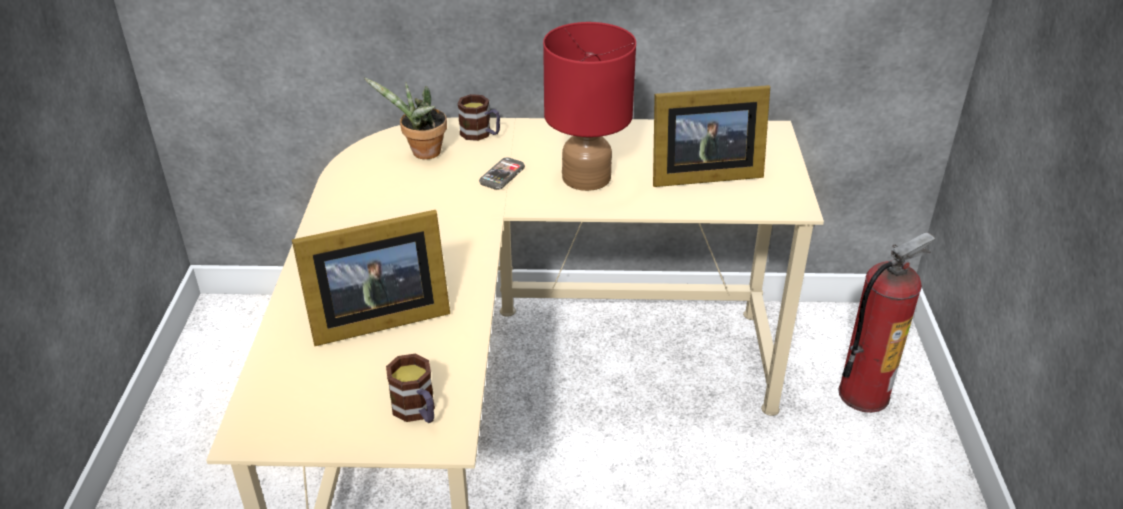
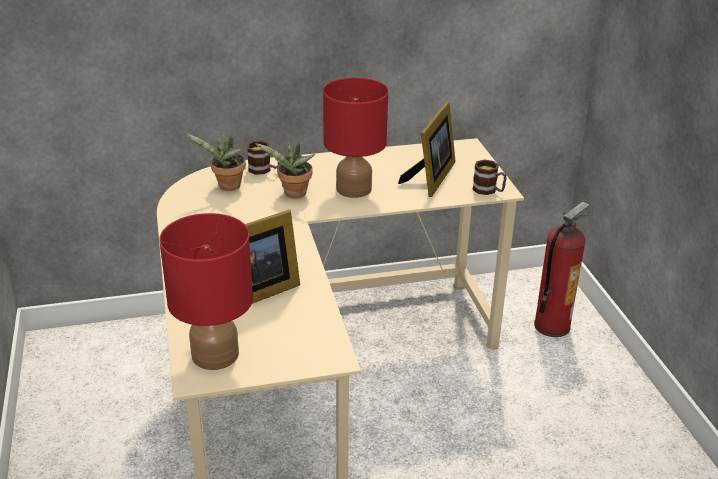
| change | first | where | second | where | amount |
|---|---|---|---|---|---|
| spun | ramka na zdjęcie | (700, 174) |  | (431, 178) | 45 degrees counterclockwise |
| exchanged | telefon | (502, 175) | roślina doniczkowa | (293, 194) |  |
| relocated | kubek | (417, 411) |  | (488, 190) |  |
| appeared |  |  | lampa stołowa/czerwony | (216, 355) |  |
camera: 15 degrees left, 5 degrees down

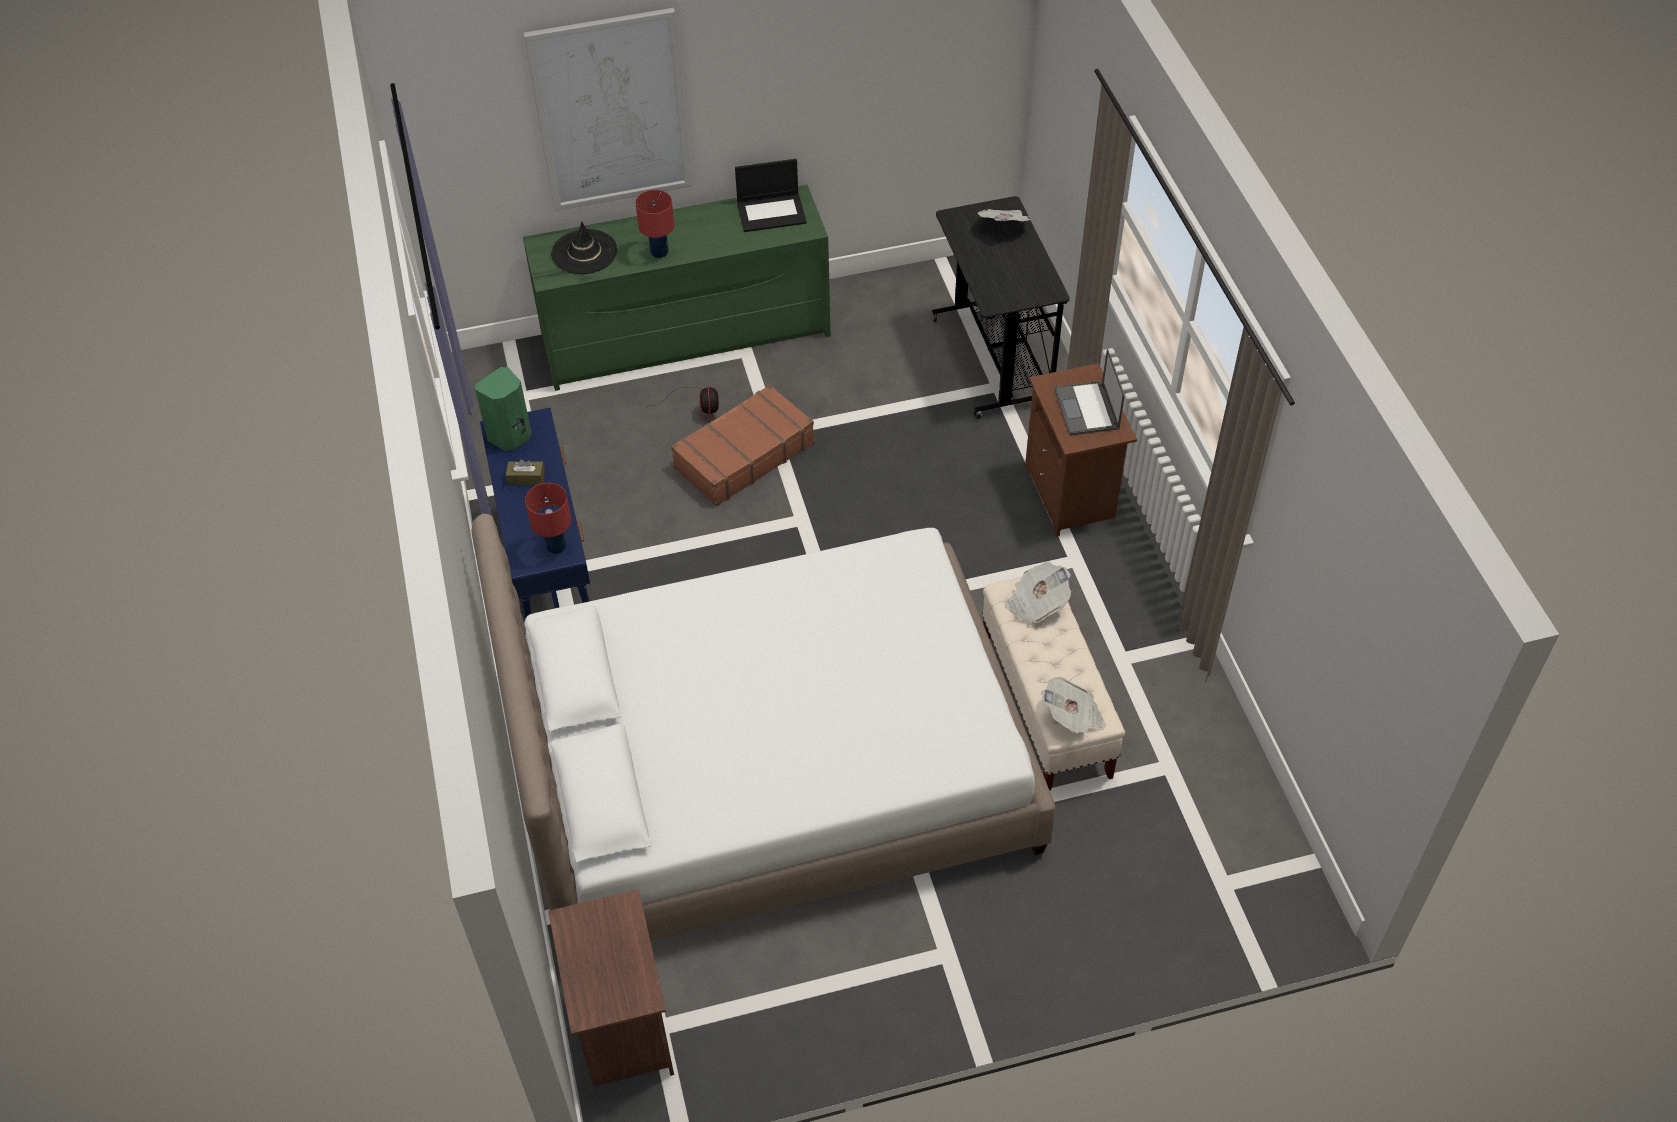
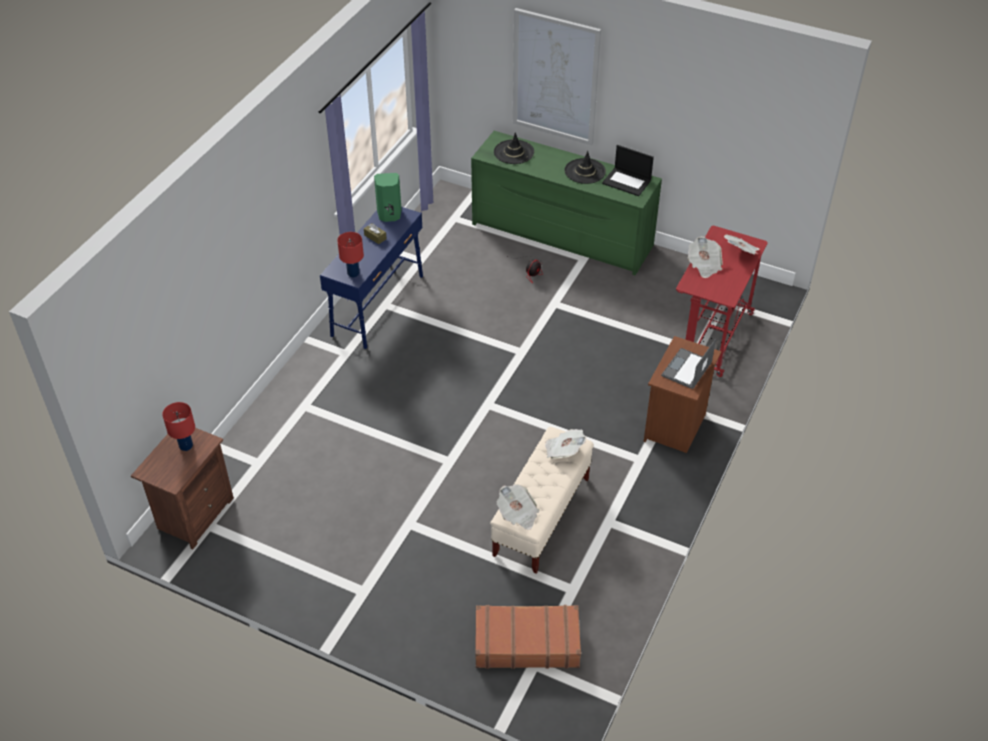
| change | first | where | second | where | amount |
|---|---|---|---|---|---|
| relocated | lampa stołowa/czerwony | (660, 252) |  | (187, 446) |  |
| colour | biurko/czarny | (994, 360) | biurko/czerwony | (710, 336) |  |
| relocated | walizka/brązowy | (743, 455) |  | (526, 643) |  |
| missing | łóżko/biały | (771, 770) |  |  |  |
| appeared |  |  | kapelusz/czarny | (585, 171) |  |
| appeared |  |  | gazeta | (704, 265) |  |
camera: 40 degrees right, 5 degrees down

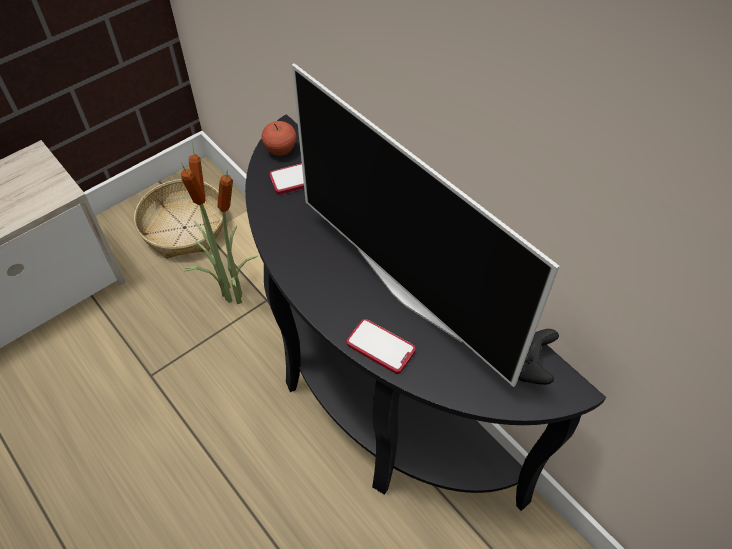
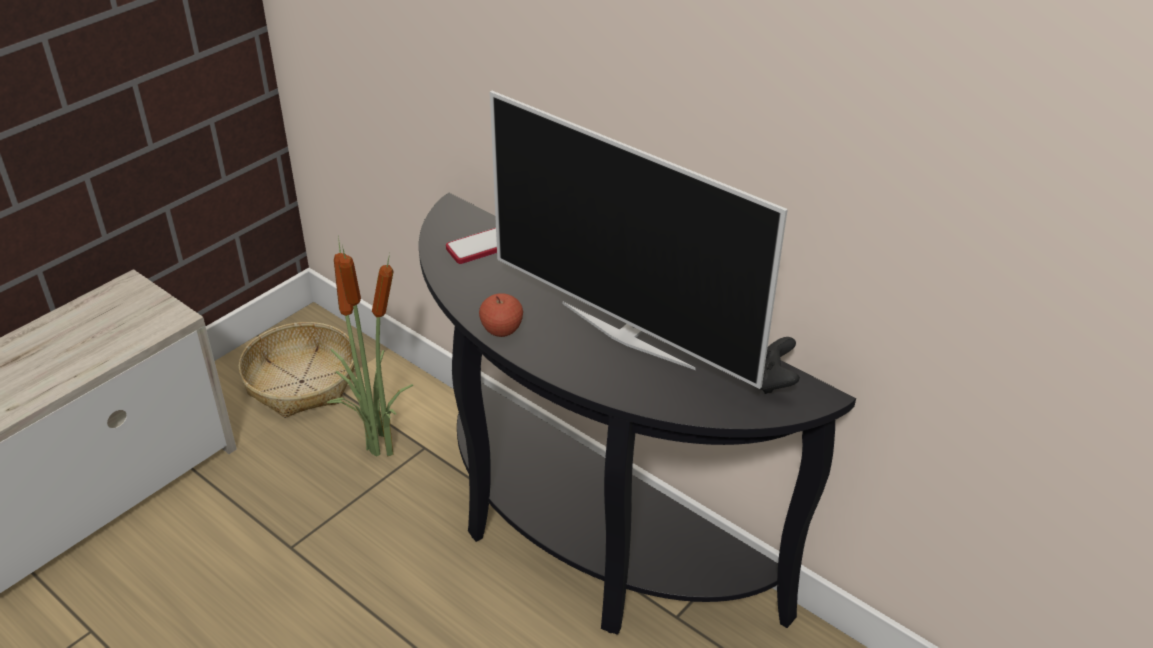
| change | first | where | second | where | amount |
|---|---|---|---|---|---|
| relocated | jabłko | (280, 150) |  | (501, 330) |  |
| missing | telefon | (380, 347) |  |  |  |
camera: 10 degrees left, 15 degrees down

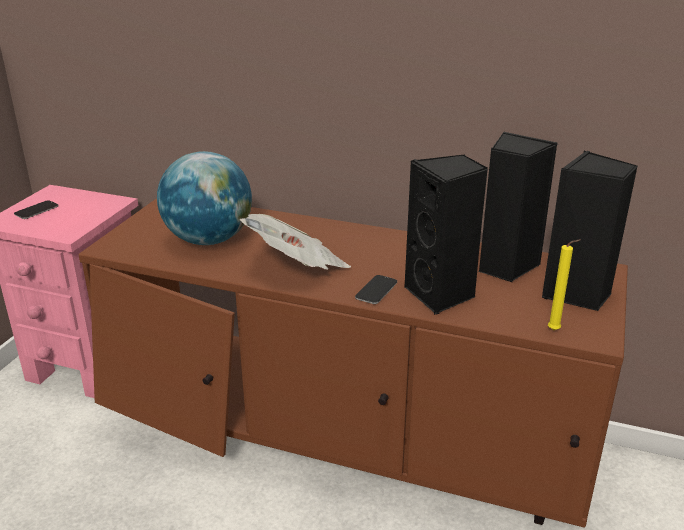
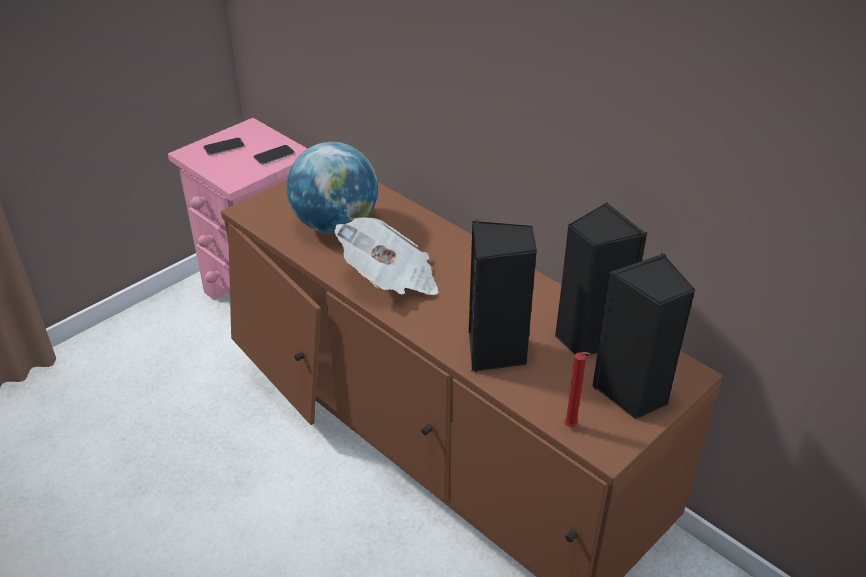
| change | first | where | second | where | amount |
|---|---|---|---|---|---|
| colour | świeca/żółty | (555, 330) | świeca/czerwony | (572, 427) |  |
| relocated | telefon | (376, 290) |  | (274, 155) |  |
camera: 25 degrees right, 10 degrees up

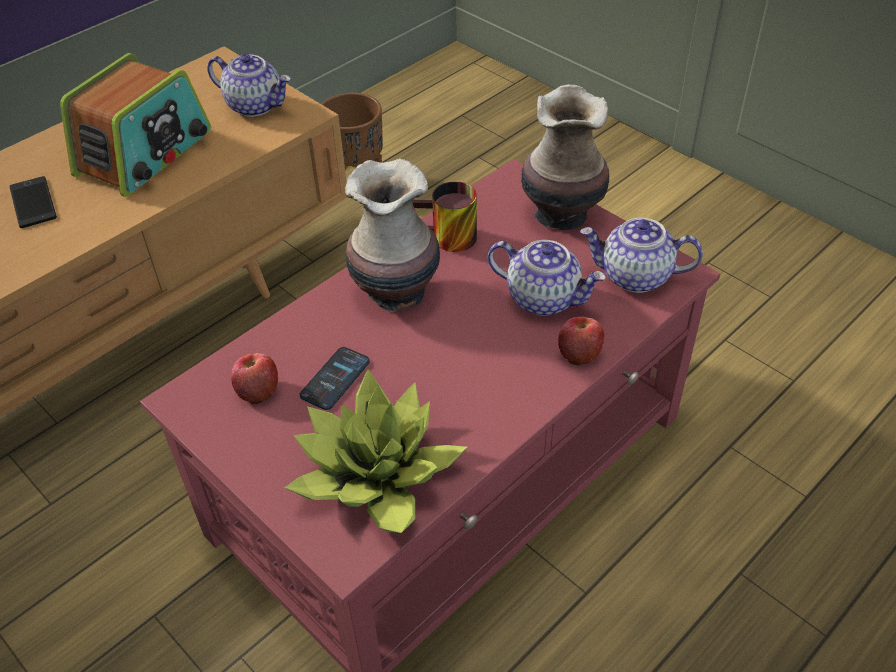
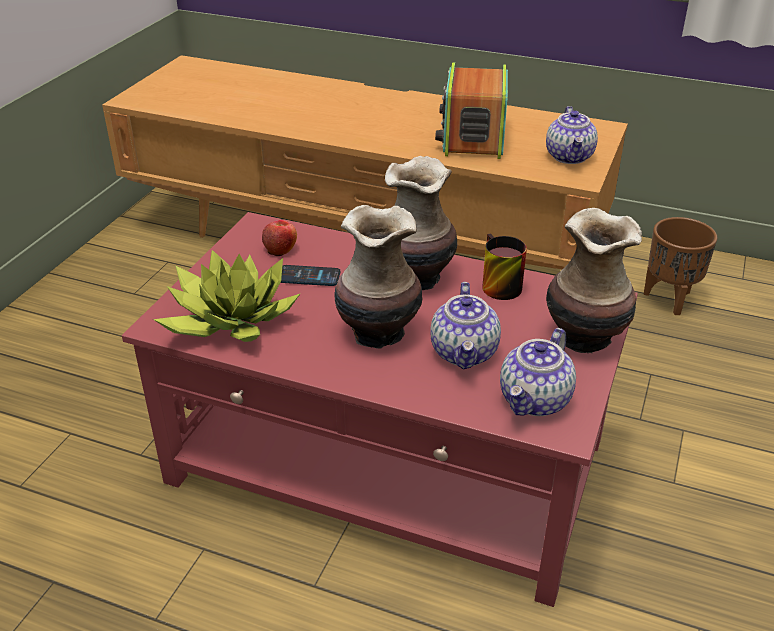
| change | first | where | second | where | amount |
|---|---|---|---|---|---|
| spun | radio | (145, 153) |  | (472, 136) | 90 degrees clockwise |
| missing | telefon | (33, 203) |  |  |  |
| spun | imbryk | (634, 277) |  | (535, 400) | 135 degrees counterclockwise |
| missing | jabłko | (579, 352) |  |  |  |
| appeared |  |  | wazon | (377, 332) |  |
camera: 65 degrees right, 10 degrees down

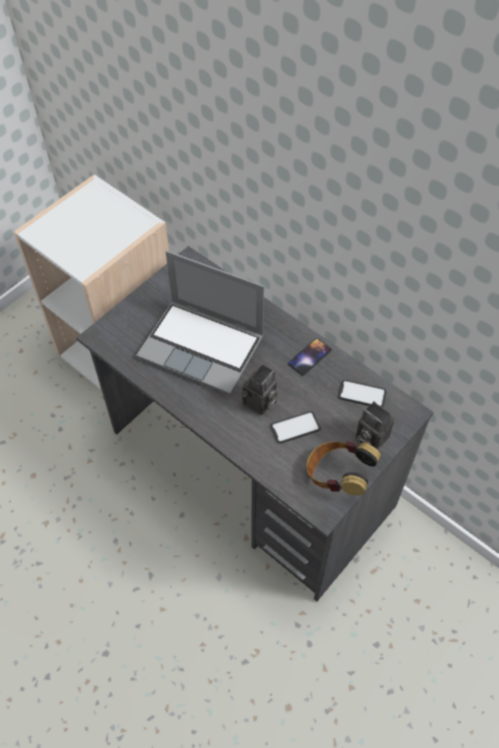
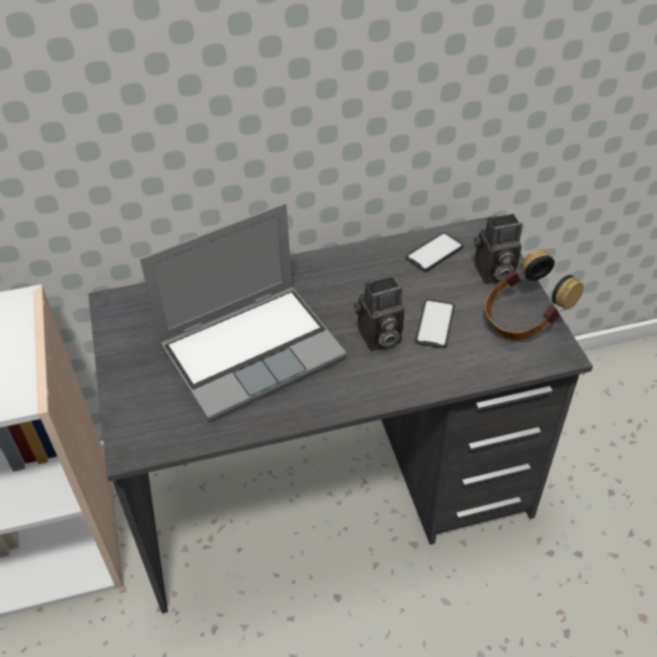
| change | first | where | second | where | amount |
|---|---|---|---|---|---|
| missing | telefon | (309, 357) |  |  |  |
| spun | aparat fotograficzny | (259, 404) |  | (378, 338) | 90 degrees clockwise |
camera: 55 degrees left, 10 degrees down

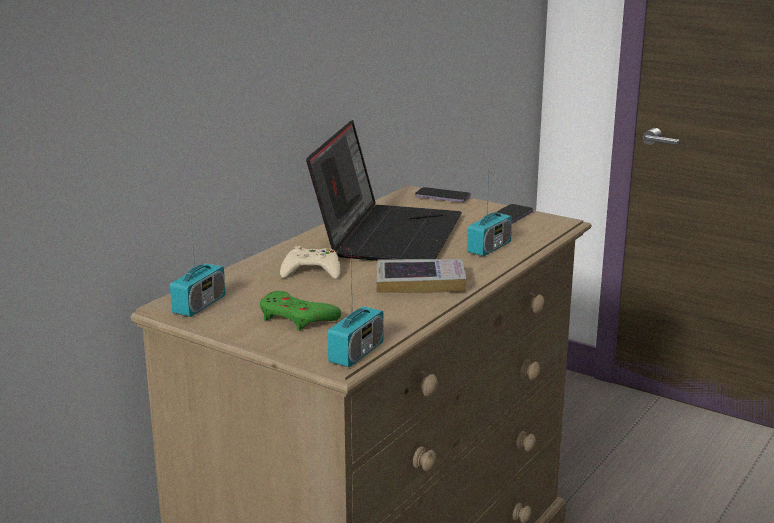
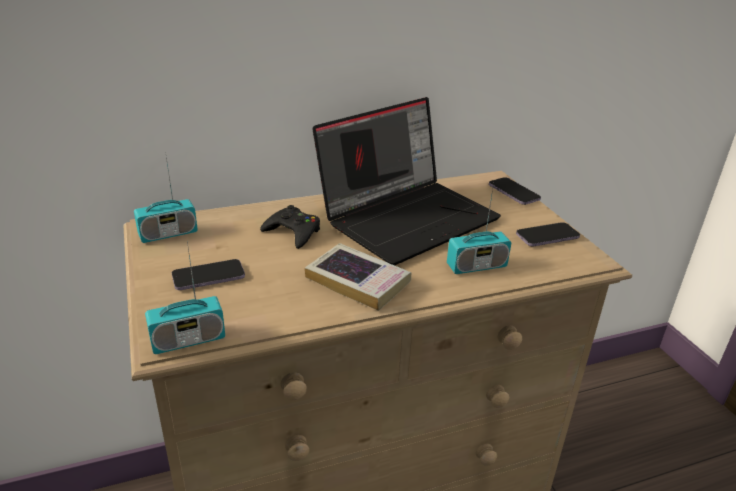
| change | first | where | second | where | amount |
|---|---|---|---|---|---|
| colour | pad do gier/beżowy | (311, 271) | pad do gier/czarny | (293, 232) |  |
| exchanged | pad do gier/zielony | (297, 317) | telefon | (208, 277) |  |
camera: 35 degrees right, 10 degrees up

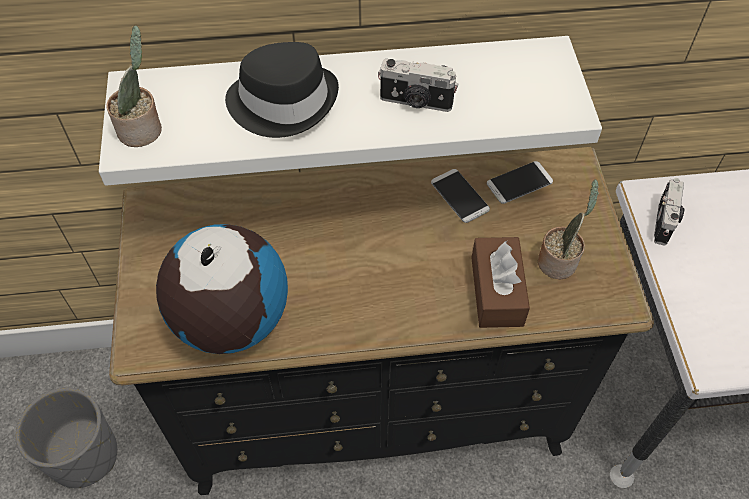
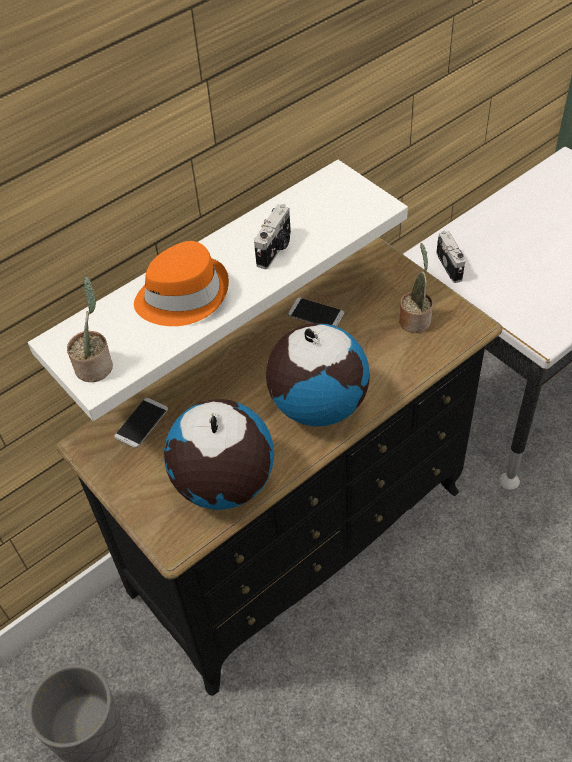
| change | first | where | second | where | amount |
|---|---|---|---|---|---|
| colour | kapelusz/czarny | (283, 101) | kapelusz/pomarańczowy | (183, 295) |  |
| spun | aparat fotograficzny | (416, 102) |  | (275, 249) | 45 degrees counterclockwise |
| relocated | telefon | (519, 183) |  | (141, 423) |  |
| missing | pudełko chusteczek/brązowy | (496, 291) |  |  |  |
| appeared |  |  | globus | (318, 404) |  |
camera: 30 degrees left, 5 degrees down

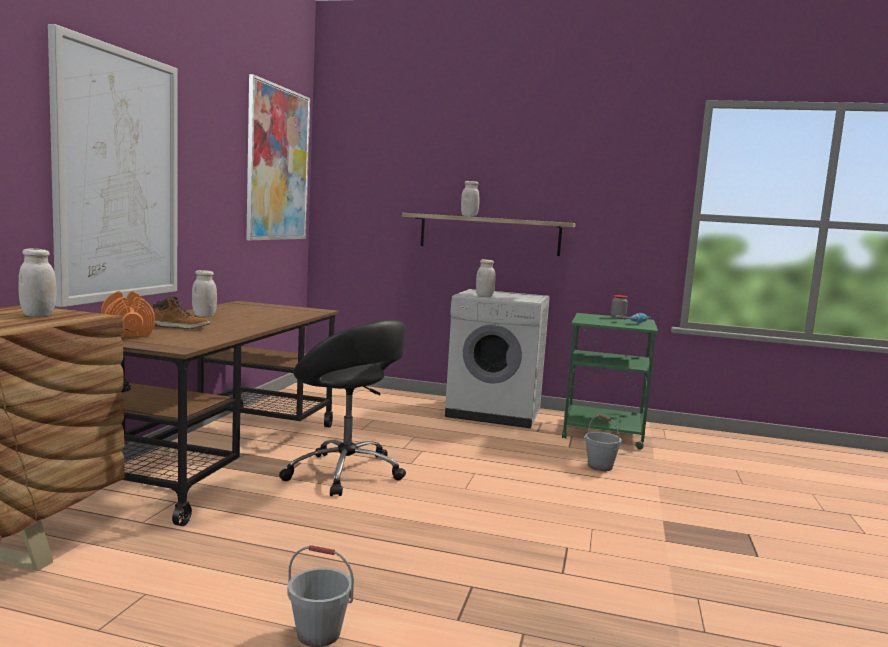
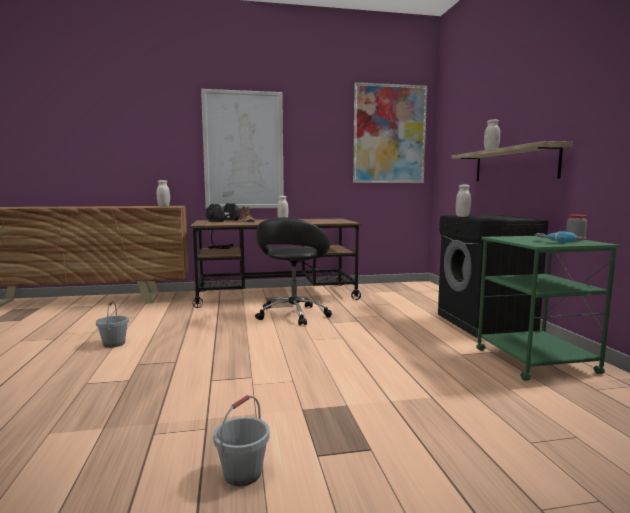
| change | first | where | second | where | amount |
|---|---|---|---|---|---|
| colour | pralka/biały | (494, 413) | pralka/czarny | (483, 323) |  |
| colour | hantel/pomarańczowy | (127, 331) | hantel/czarny | (223, 220) |  |
| relocated | wiadro/szary | (600, 466) |  | (243, 474) |  |
camera: 65 degrees right, 0 degrees up

